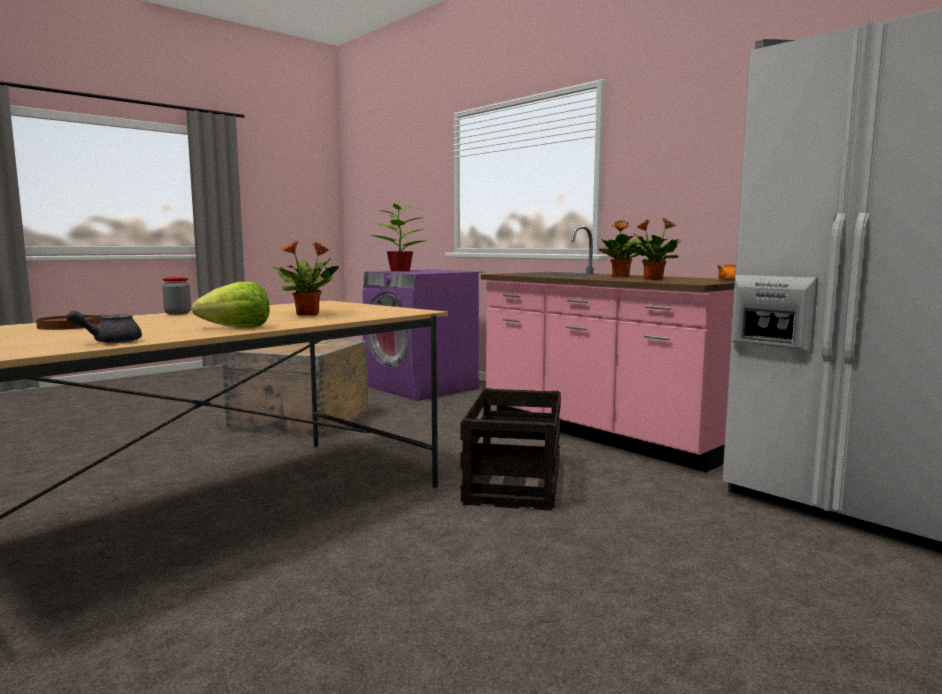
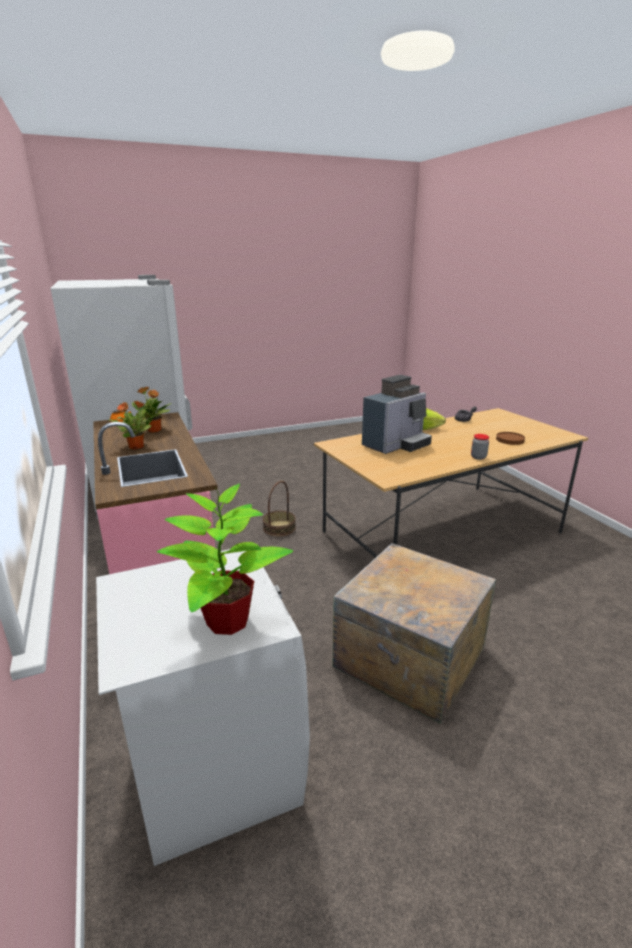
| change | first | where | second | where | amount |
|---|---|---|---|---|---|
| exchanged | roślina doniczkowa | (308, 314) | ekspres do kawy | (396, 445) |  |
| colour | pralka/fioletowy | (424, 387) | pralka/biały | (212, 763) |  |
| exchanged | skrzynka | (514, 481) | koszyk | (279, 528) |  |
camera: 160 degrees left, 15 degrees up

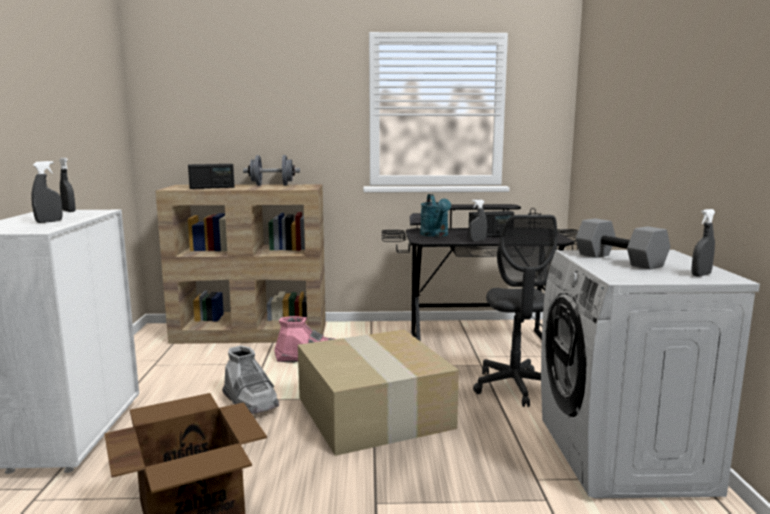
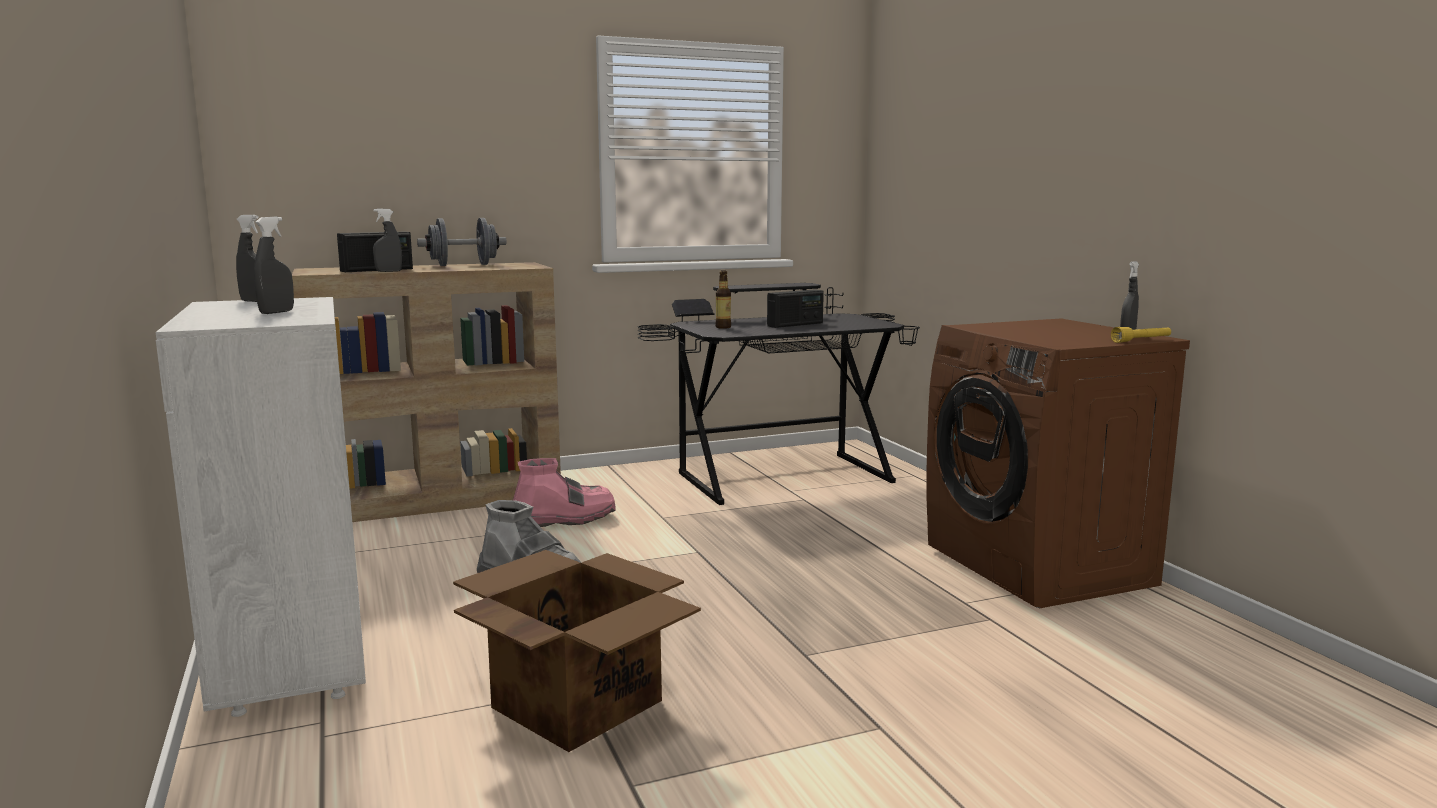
| change | first | where | second | where | amount |
|---|---|---|---|---|---|
| exchanged | konewka/turkusowy | (436, 235) | butelka | (723, 327) |  |
| relocated | spryskiwacz/szary | (477, 240) |  | (388, 271) |  |
| missing | krzesło biurowe/szary | (514, 387) |  |  |  |
| missing | hantel/szary | (621, 260) |  |  |  |
| colour | pralka/biały | (623, 458) | pralka/brązowy | (1038, 569) |  |
| missing | karton | (376, 413) |  |  |  |
| appeared |  |  | latarka/żółty | (1141, 341) |  |
camera: 20 degrees left, 0 degrees up

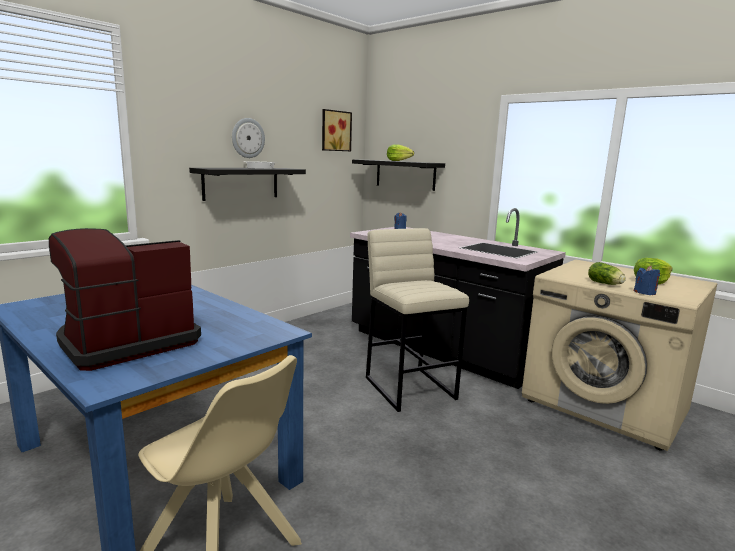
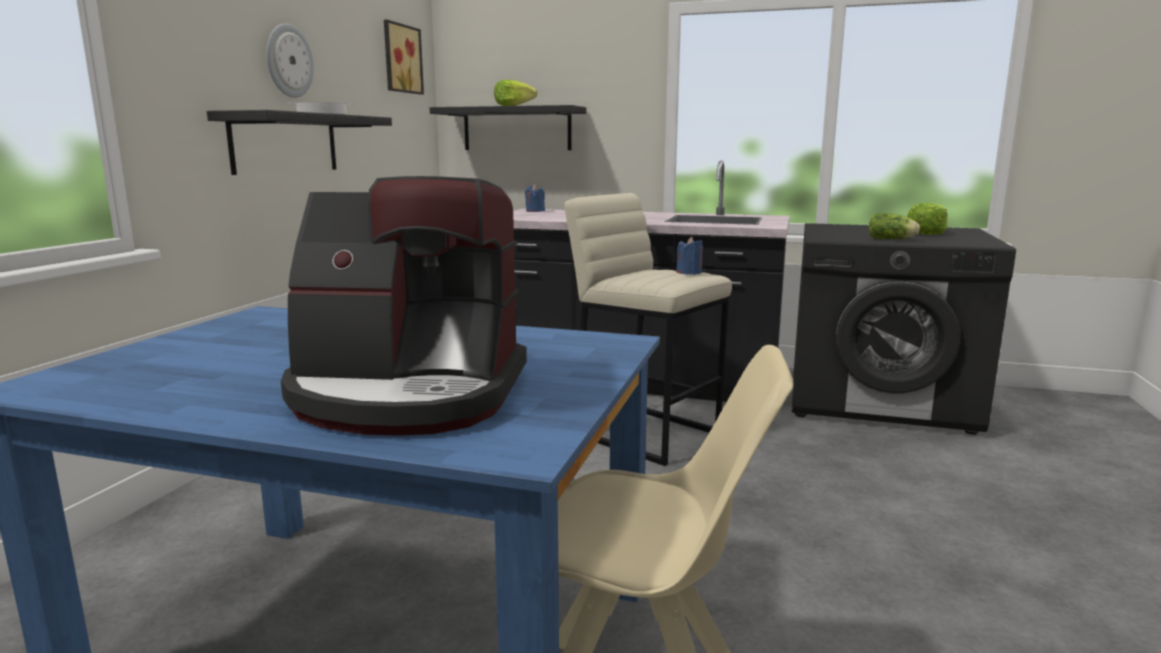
| change | first | where | second | where | amount |
|---|---|---|---|---|---|
| spun | ekspres do kawy | (126, 343) |  | (408, 394) | 105 degrees counterclockwise |
| colour | pralka/beżowy | (604, 409) | pralka/czarny | (881, 406) |  |
| relocated | świeca/niebieski | (645, 292) |  | (689, 273) |  |
camera: 25 degrees left, 0 degrees up

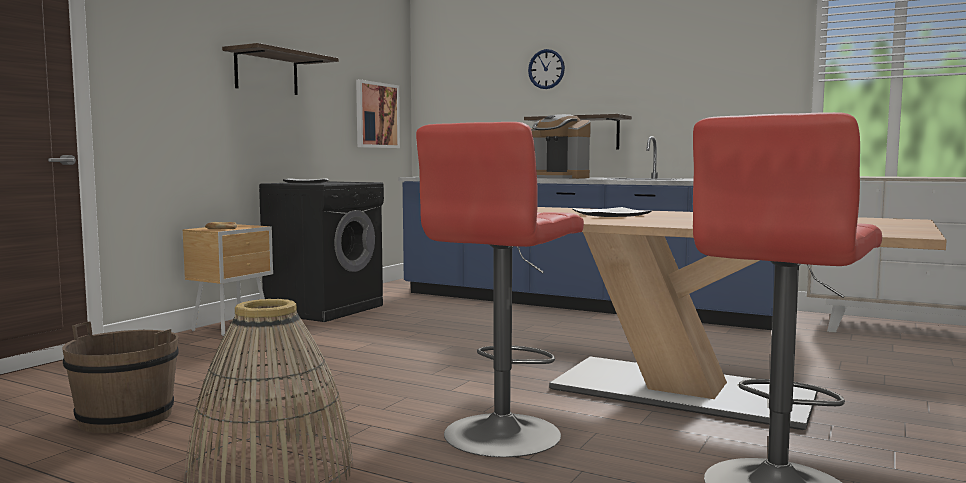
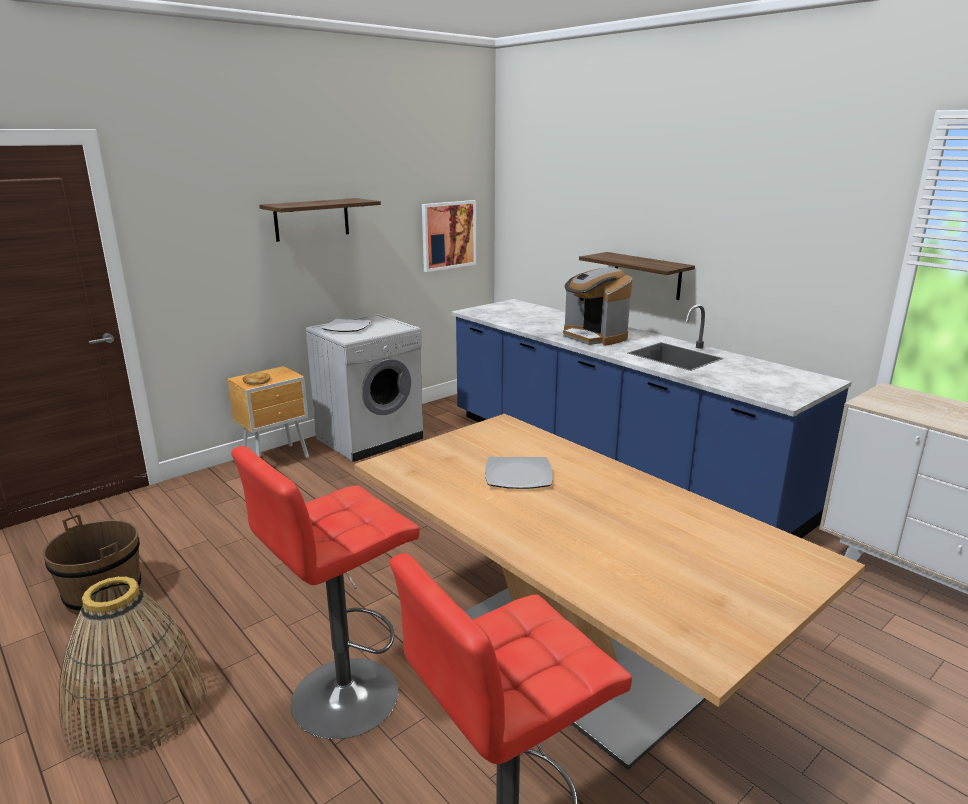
| change | first | where | second | where | amount |
|---|---|---|---|---|---|
| missing | zegar ścienny | (546, 69) |  |  |  |
| colour | pralka/czarny | (327, 310) | pralka/biały | (371, 439) |  |
camera: 20 degrees right, 15 degrees up

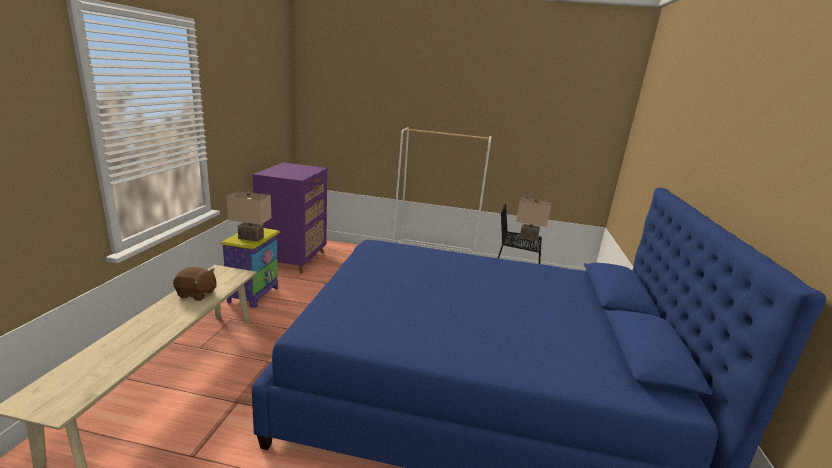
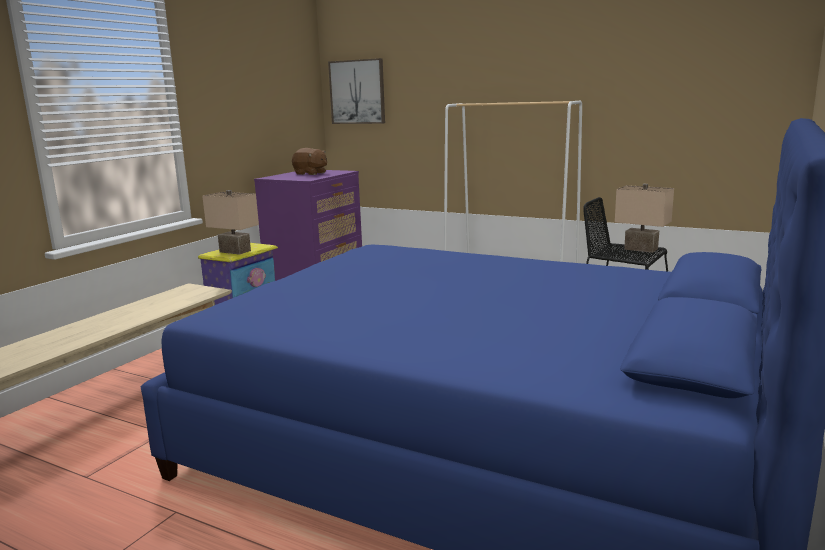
| change | first | where | second | where | amount |
|---|---|---|---|---|---|
| relocated | pluszak/brązowy | (197, 294) |  | (310, 173) |  |
| appeared |  |  | obraz | (357, 92) |  |
camera: 20 degrees right, 5 degrees down

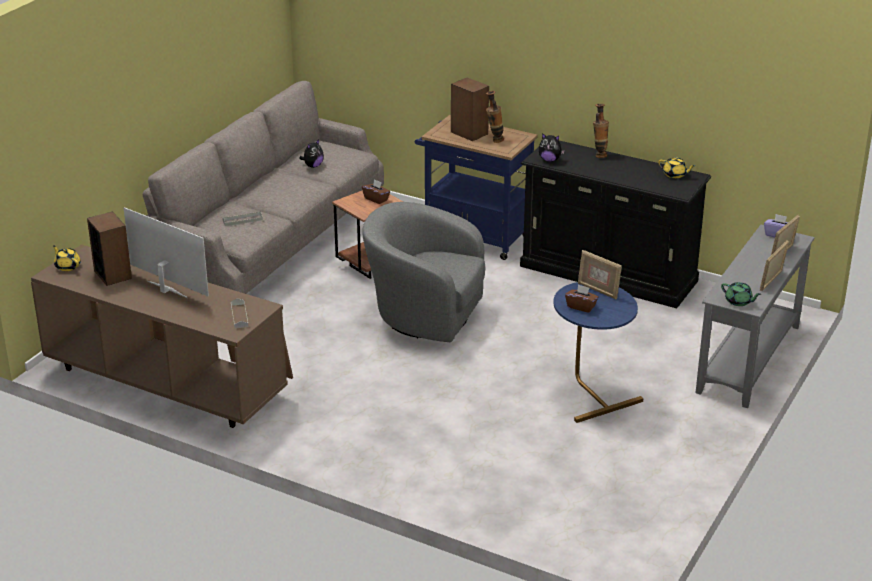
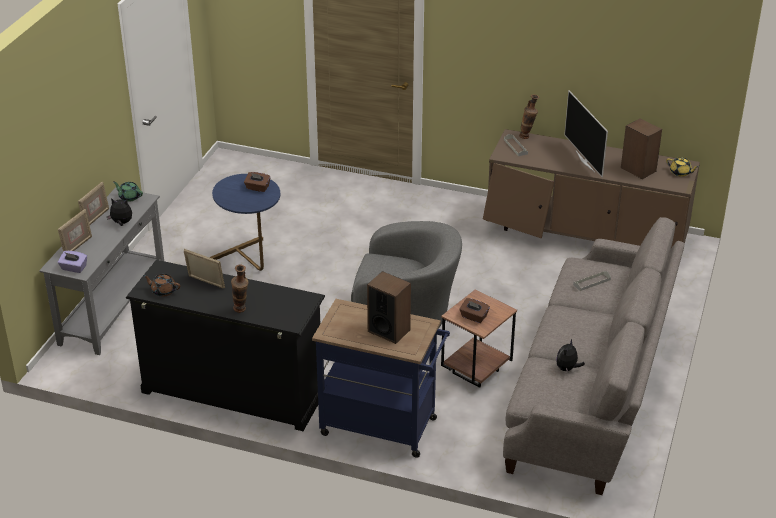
| change | first | where | second | where | amount |
|---|---|---|---|---|---|
| relocated | wazon | (494, 140) |  | (527, 137) |  |
| relocated | pluszak | (550, 160) |  | (121, 223) |  |
| colour | imbryk/żółty | (675, 175) | imbryk/brązowy | (163, 291) |  |
| spun | telewizor | (166, 290) |  | (585, 161) | 45 degrees clockwise |
| relocated | ramka na zdjęcie | (598, 290) |  | (205, 282) |  |
camera: 170 degrees right, 5 degrees up

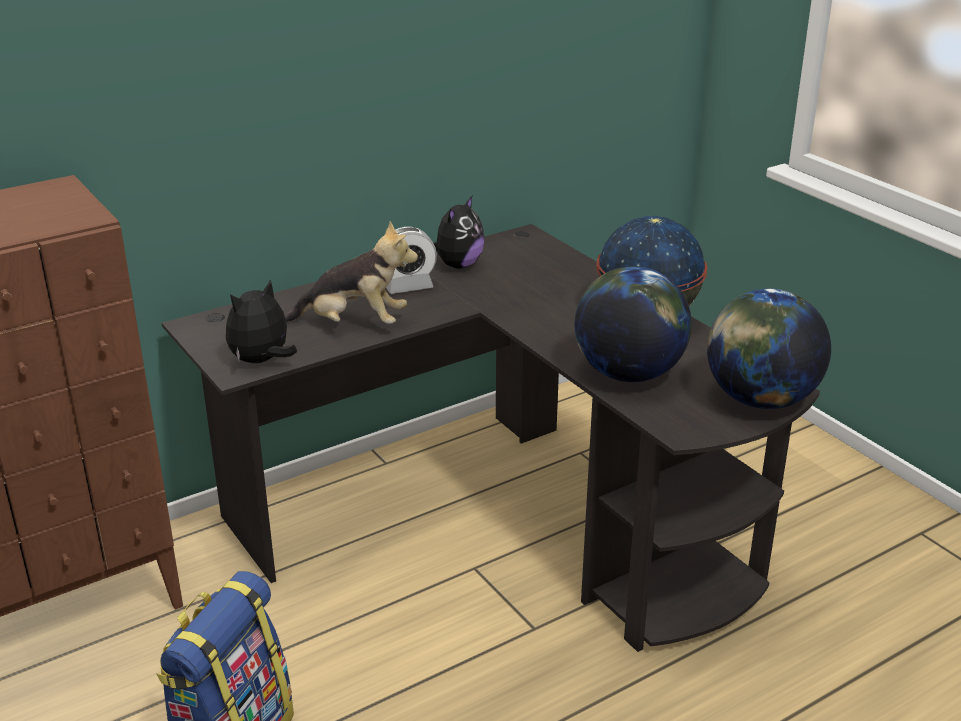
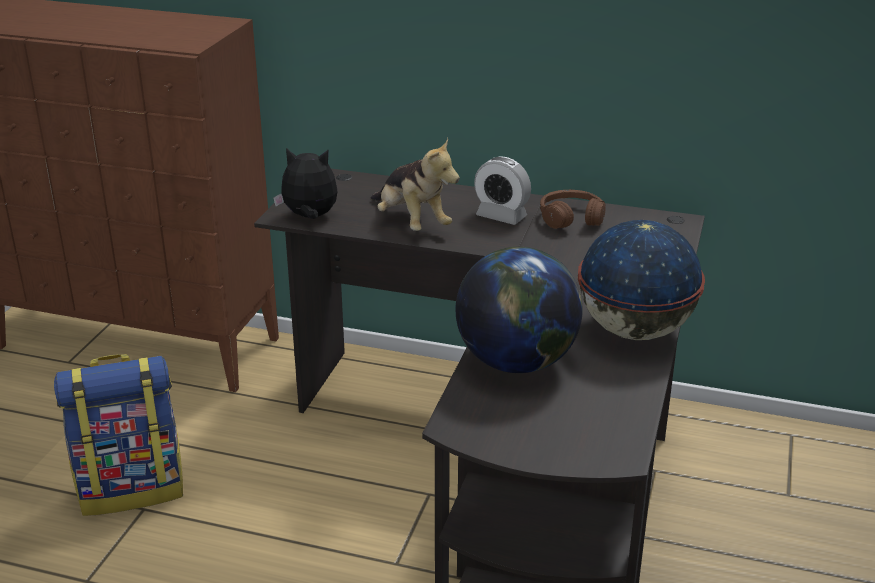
| change | first | where | second | where | amount |
|---|---|---|---|---|---|
| exchanged | pluszak | (457, 265) | słuchawki/brązowy | (571, 218) |  |
| missing | globus | (760, 399) |  |  |  |
camera: 50 degrees right, 0 degrees up

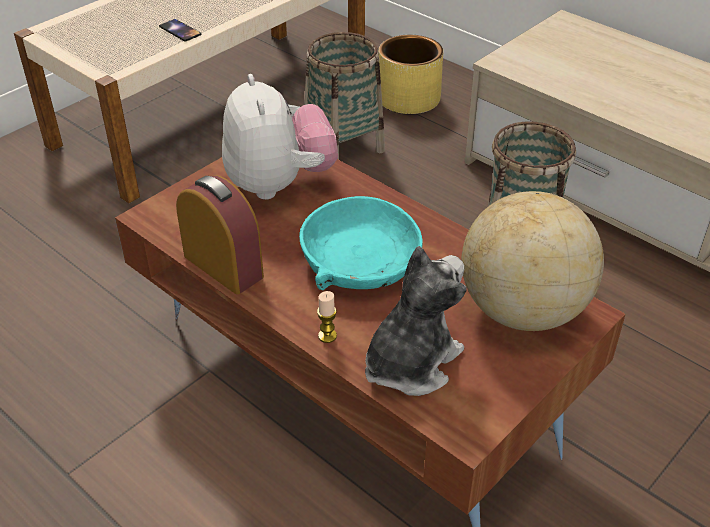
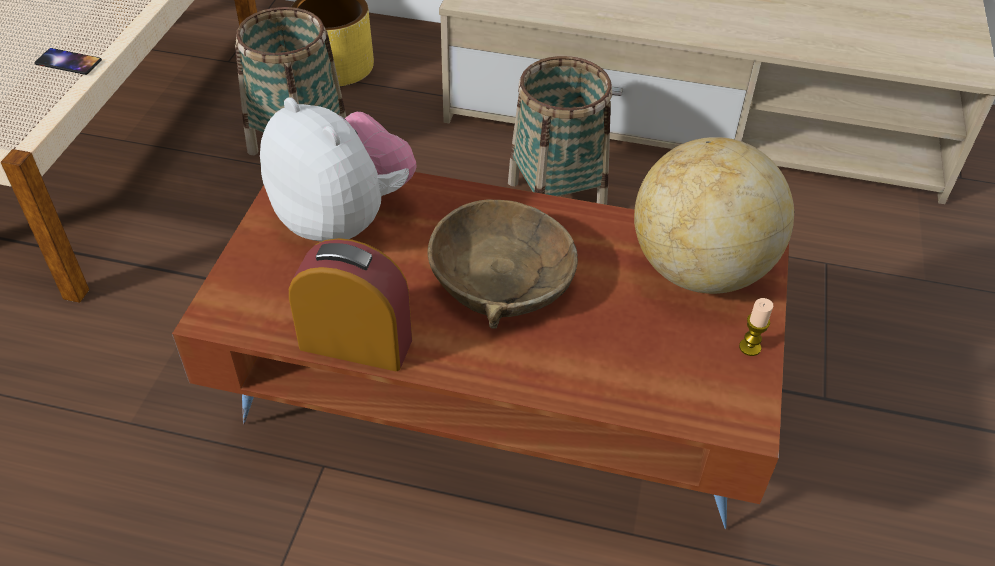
| change | first | where | second | where | amount |
|---|---|---|---|---|---|
| colour | miska/turkusowy | (360, 260) | miska/brązowy | (502, 277) |  |
| missing | pluszak | (410, 363) |  |  |  |
| relocated | świeca | (327, 336) |  | (750, 347) |  |
camera: 30 degrees left, 5 degrees up

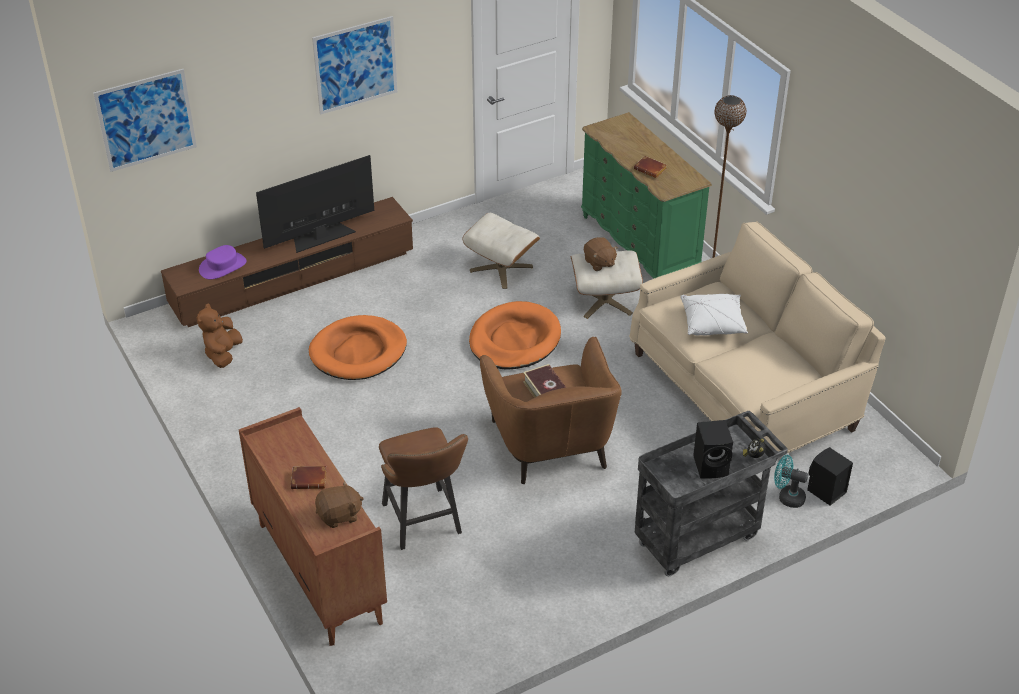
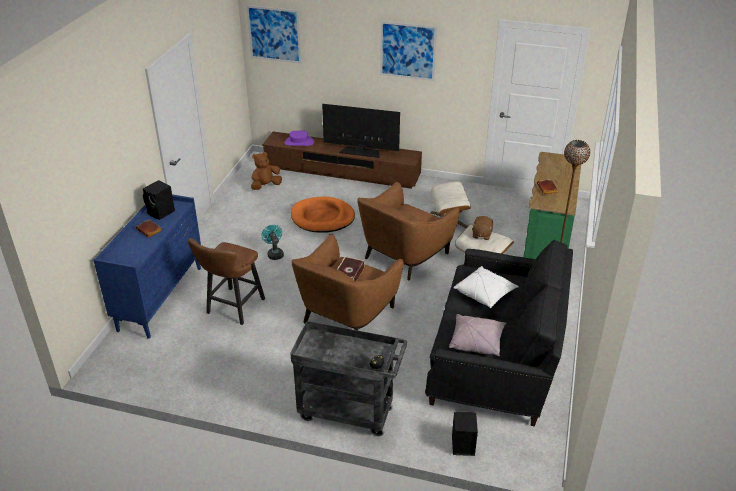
| change | first | where | second | where | amount |
|---|---|---|---|---|---|
| colour | kanapa/beżowy | (745, 390) | kanapa/czarny | (496, 358) |  |
| exchanged | legowisko/pomarańczowy | (514, 340) | fotel/brązowy | (404, 255) |  |
| colour | szafka/brązowy | (319, 572) | szafka/niebieski | (161, 298) |  |
| relocated | głośnik/czarny | (712, 466) |  | (161, 213) |  |
| relocated | wentylator/turkusowy | (787, 497) |  | (274, 253) |  |
| missing | pluszak/brązowy | (339, 515) |  |  |  |
| appeared |  |  | poduszka/fioletowy | (476, 342) |  |
camera: 45 degrees right, 5 degrees down

